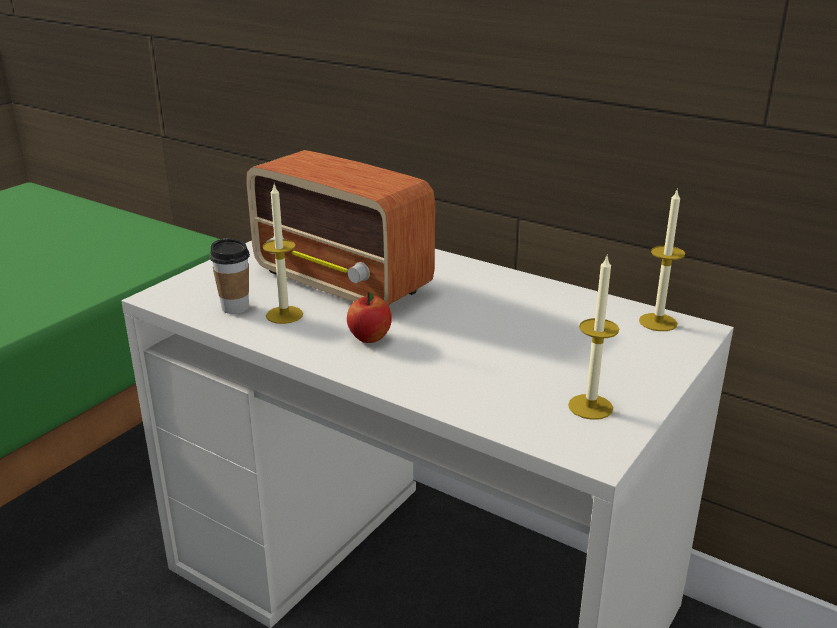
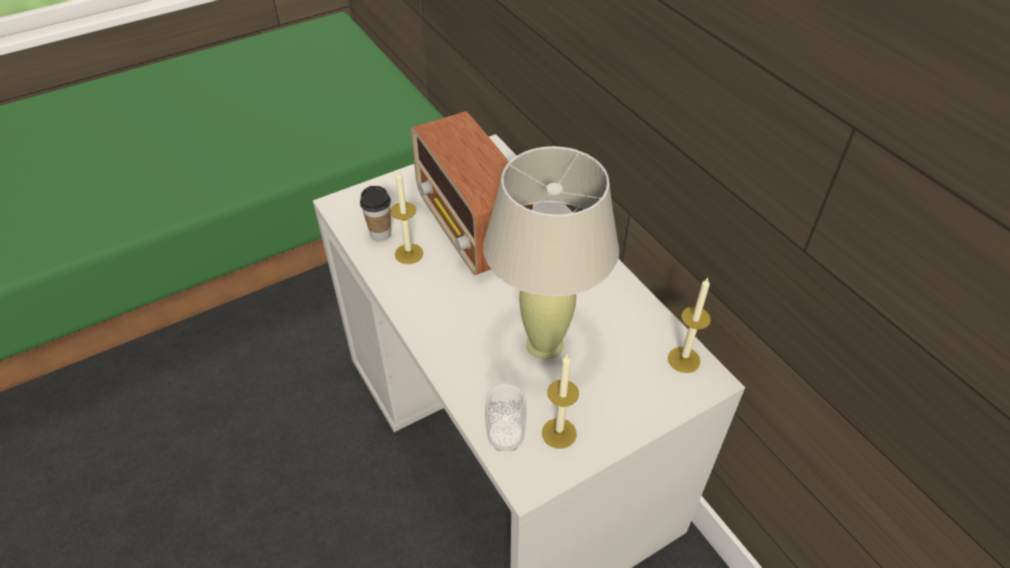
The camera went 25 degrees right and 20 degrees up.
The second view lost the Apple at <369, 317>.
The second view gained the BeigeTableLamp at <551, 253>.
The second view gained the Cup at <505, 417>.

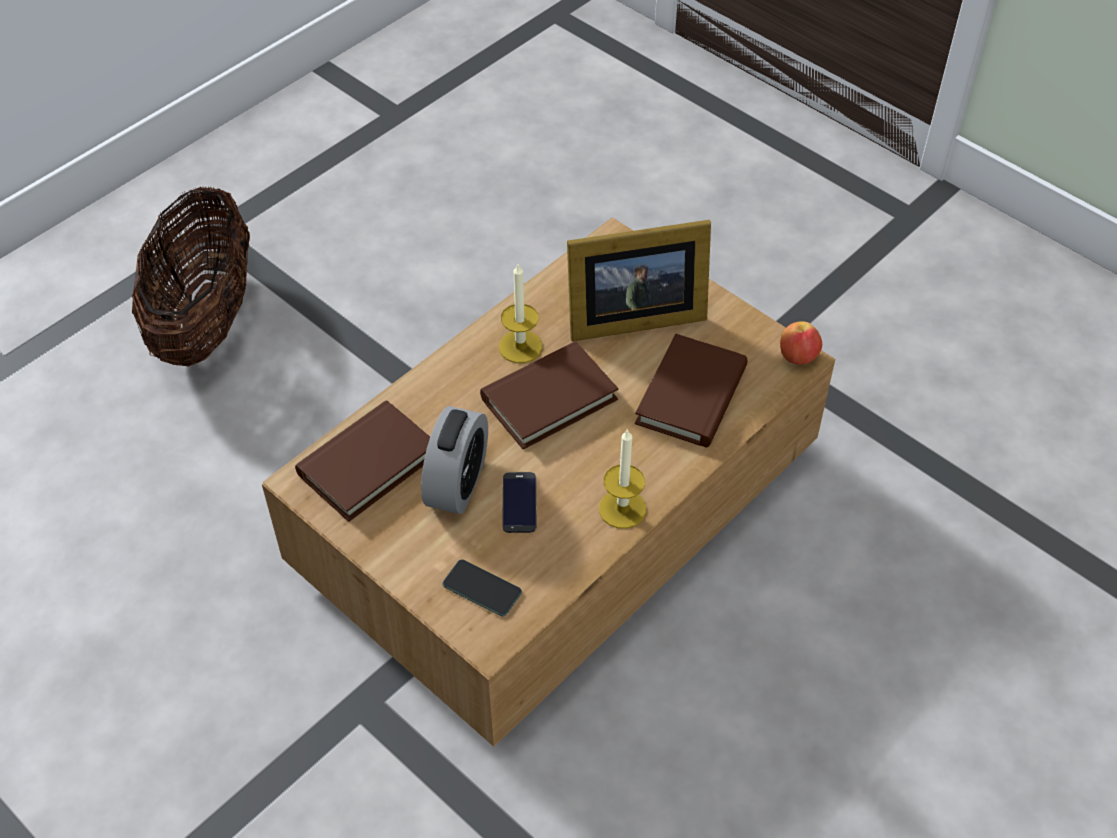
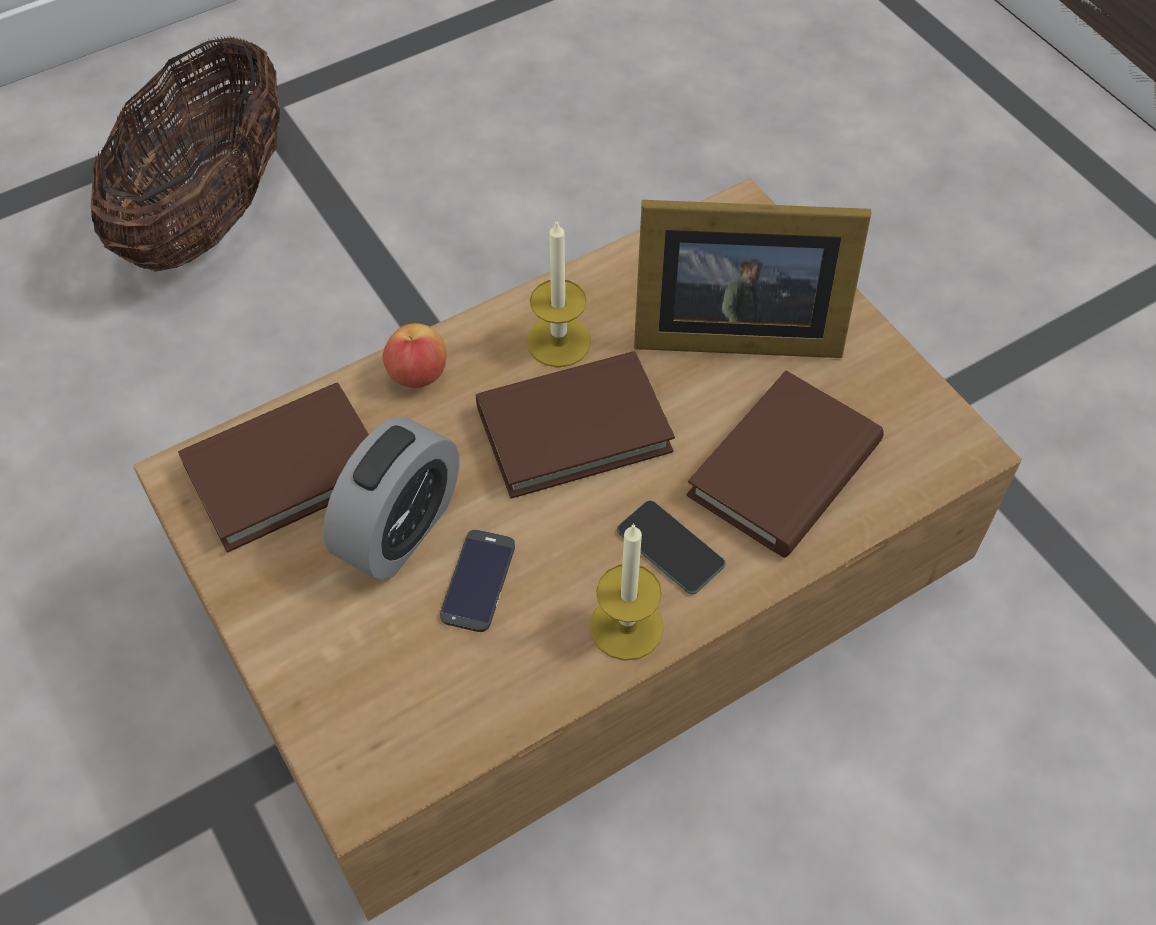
The camera went 15 degrees right and 5 degrees up.
The Phone ended up elsewhere, having gone from <482, 588> to <671, 547>.
The Apple ended up elsewhere, having gone from <801, 343> to <414, 355>.

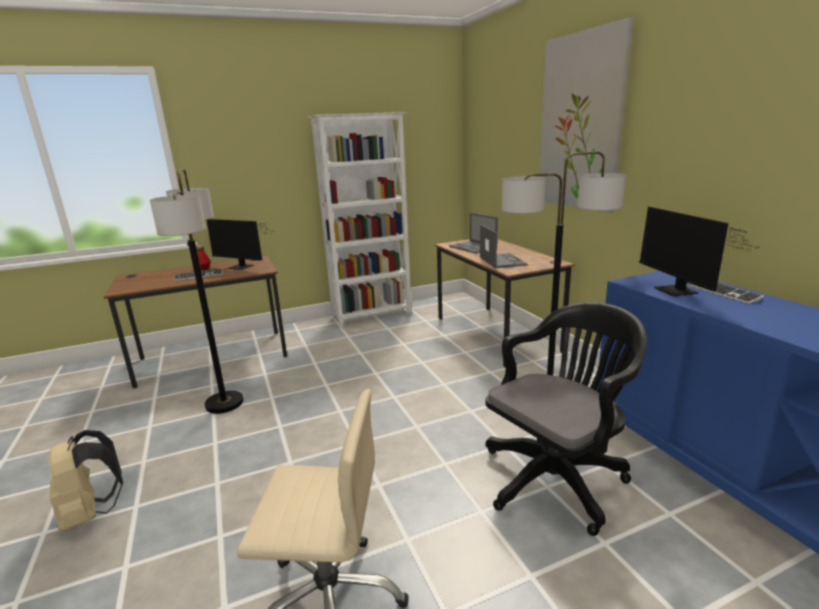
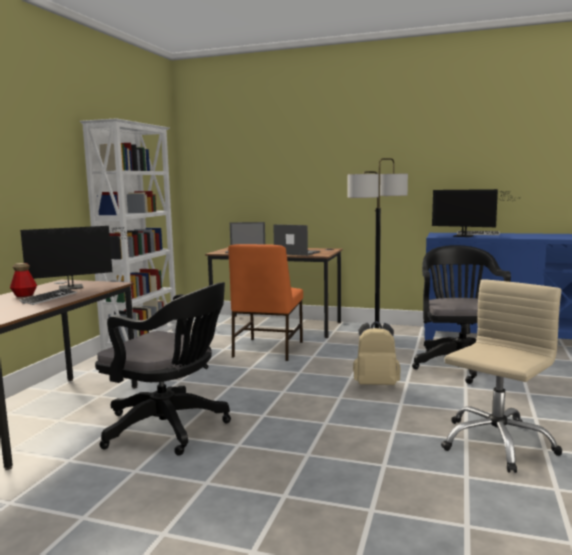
The camera went 50 degrees left and 10 degrees down.
The BeigeBackpack ended up elsewhere, having gone from <86, 480> to <377, 353>.
Where the FloorLamp stood at <197, 291>, the BlackOfficeChair came to stand at <163, 369>.
The second view lost the Picture at <586, 115>.
The second view gained the OrangeChair at <265, 302>.

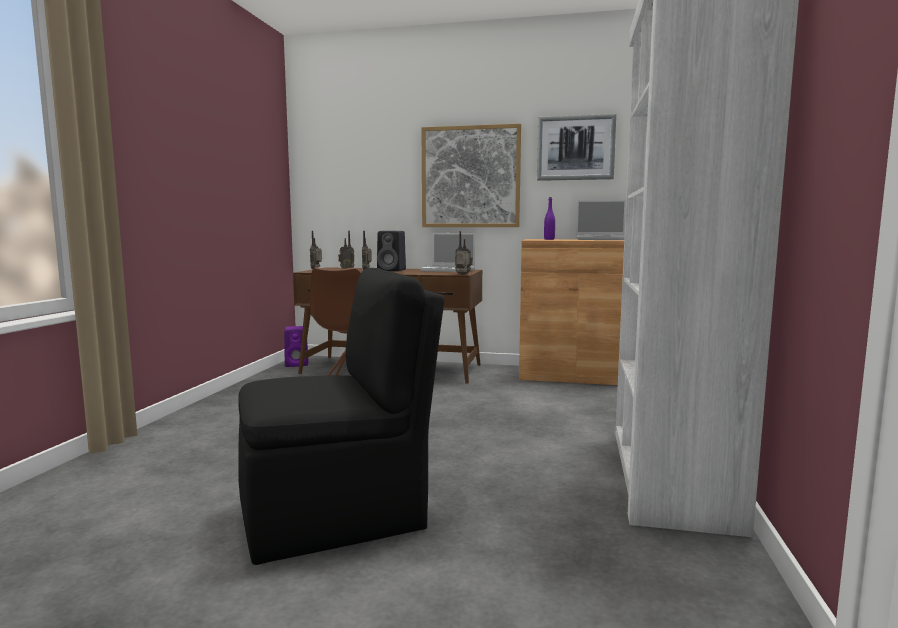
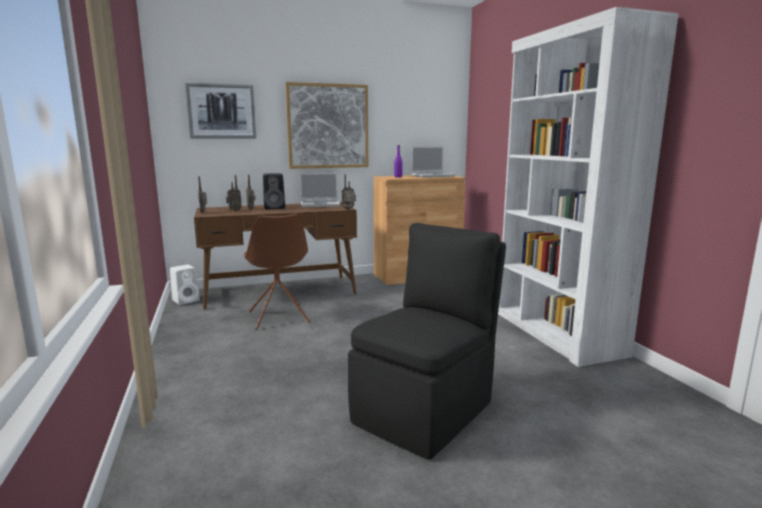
The camera went 30 degrees left and 5 degrees up.
What was the PurpleSpeaker at <296, 346> turned into the WhiteSpeaker at <185, 284>.
The Picture ended up elsewhere, having gone from <576, 147> to <220, 111>.

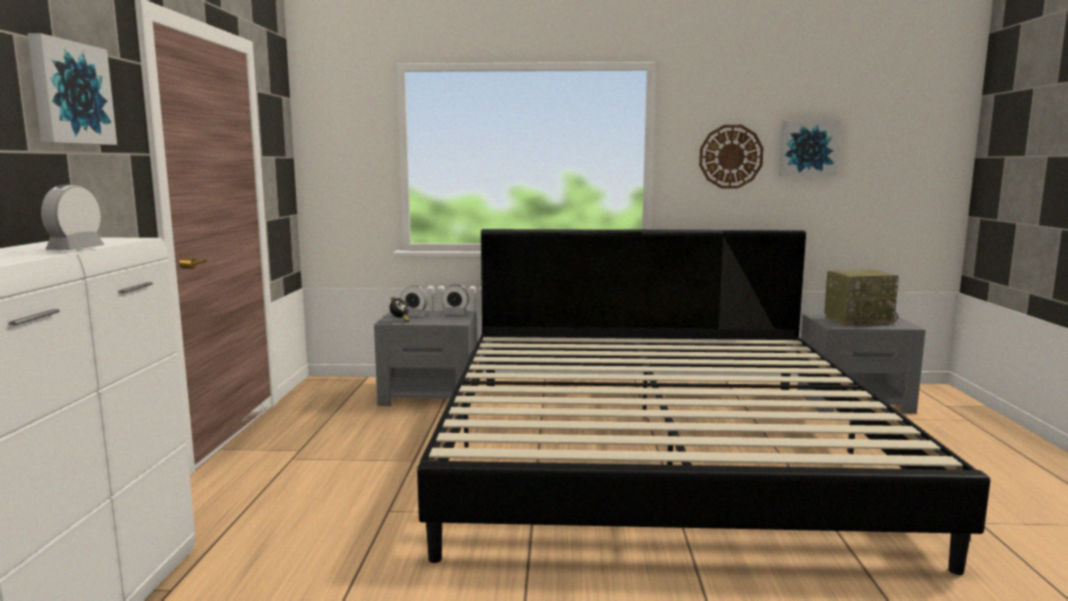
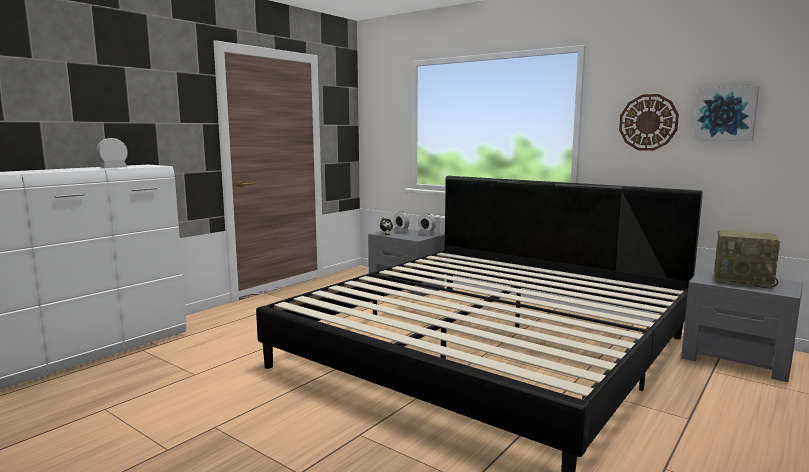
The camera went 35 degrees right and 0 degrees up.
The second view lost the Picture at <72, 89>.

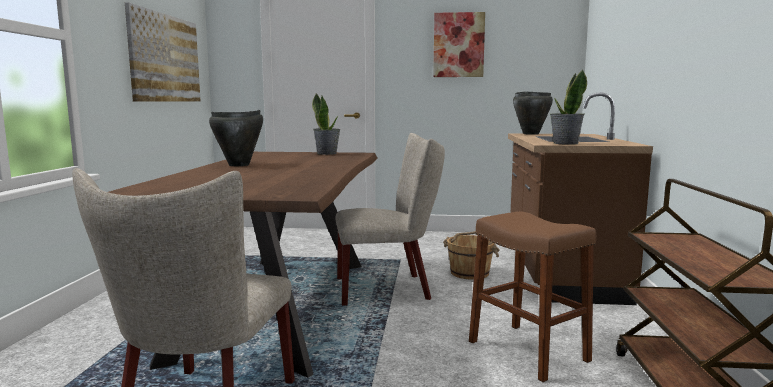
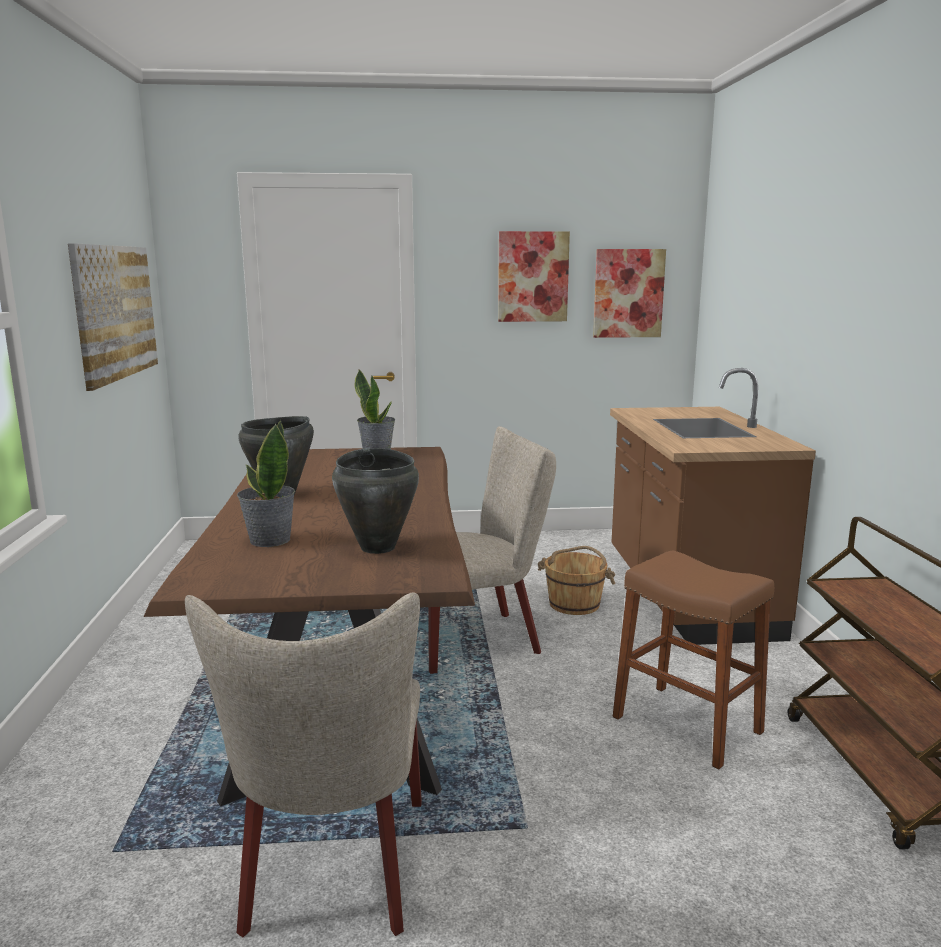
The camera went 10 degrees left and 5 degrees up.
The BlackCookingPot ended up elsewhere, having gone from <533, 113> to <375, 501>.
The PottedPlant ended up elsewhere, having gone from <568, 107> to <266, 483>.
The second view gained the Picture at <629, 293>.

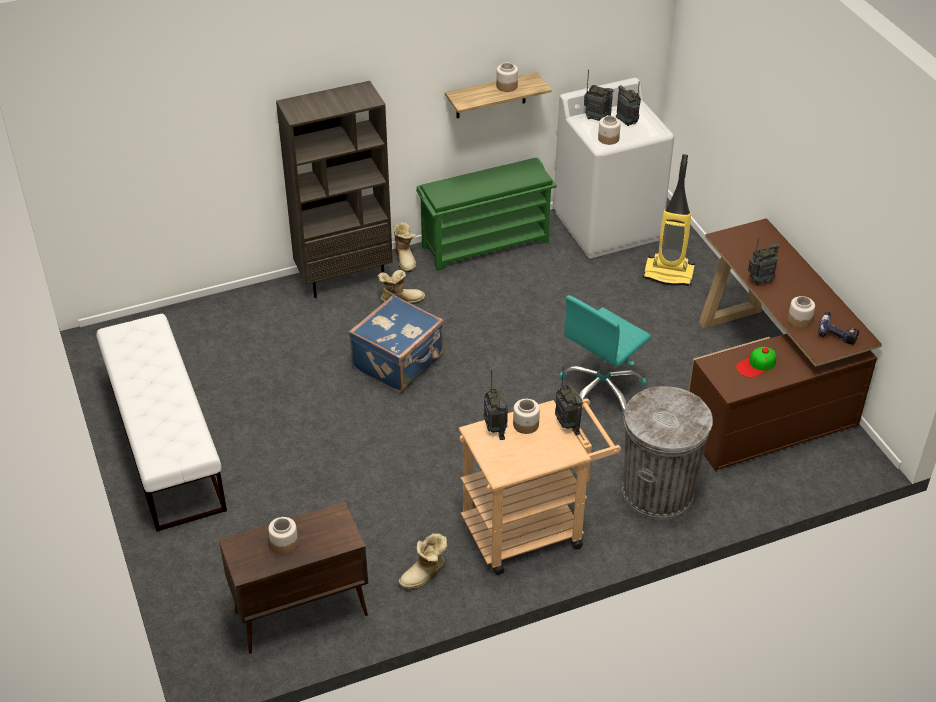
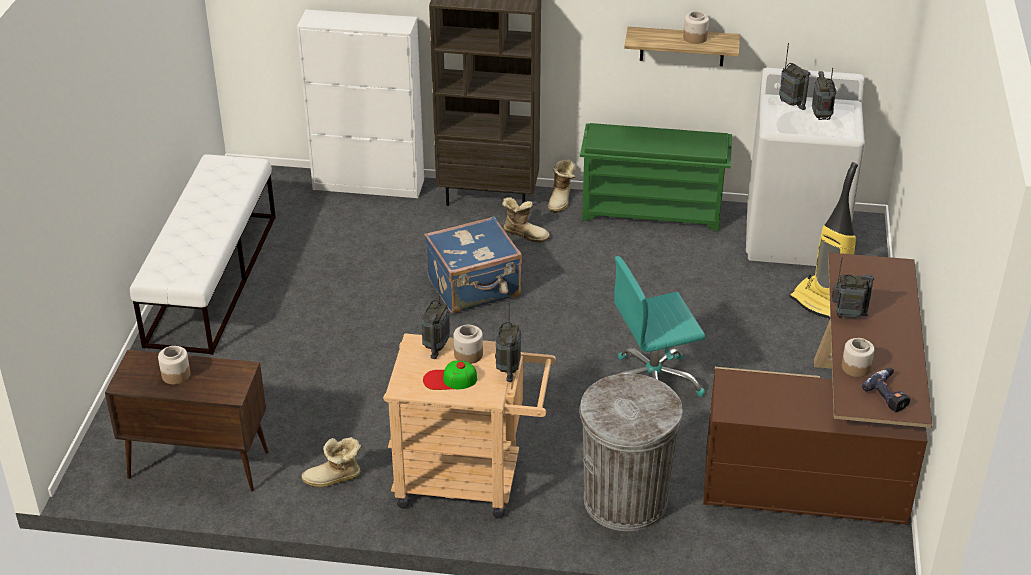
The camera went 30 degrees right and 5 degrees down.
The second view lost the Jar at <609, 130>.
The Cap ended up elsewhere, having gone from <756, 362> to <450, 375>.
The second view gained the WhiteCabinet at <360, 104>.

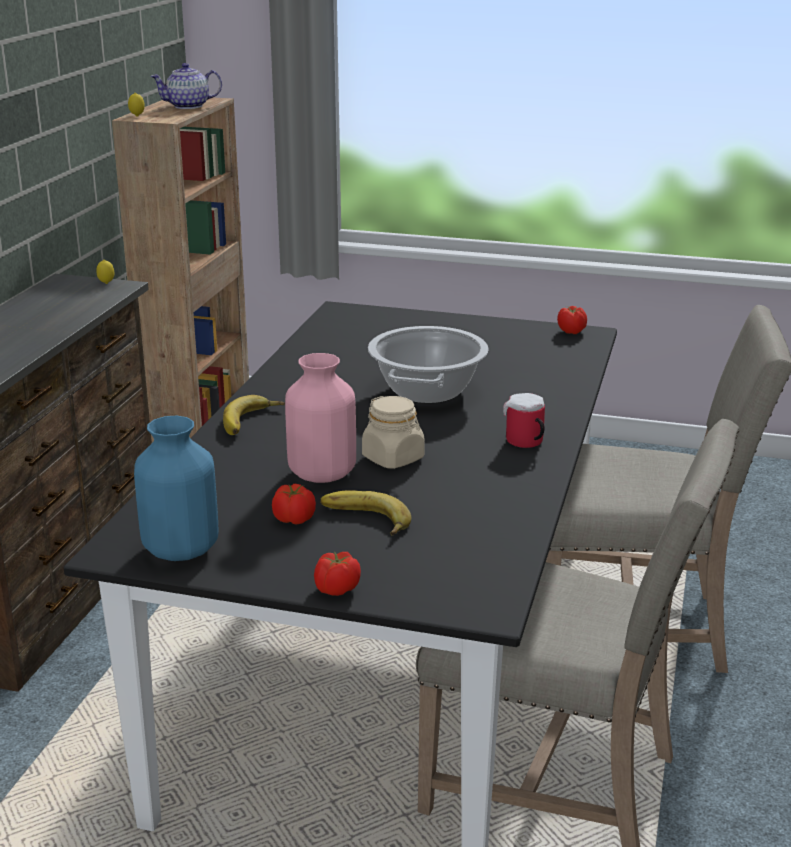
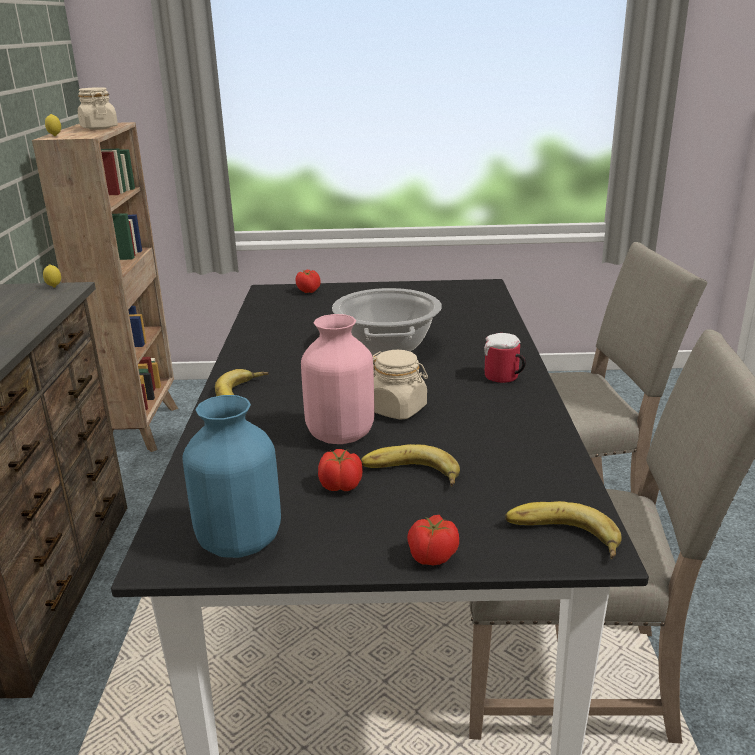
The camera went 15 degrees left and 0 degrees up.
Where the Teapot stood at <186, 86>, the BeigeJar came to stand at <98, 108>.
The Tomato ended up elsewhere, having gone from <572, 320> to <308, 281>.
The second view gained the Banana at <563, 530>.

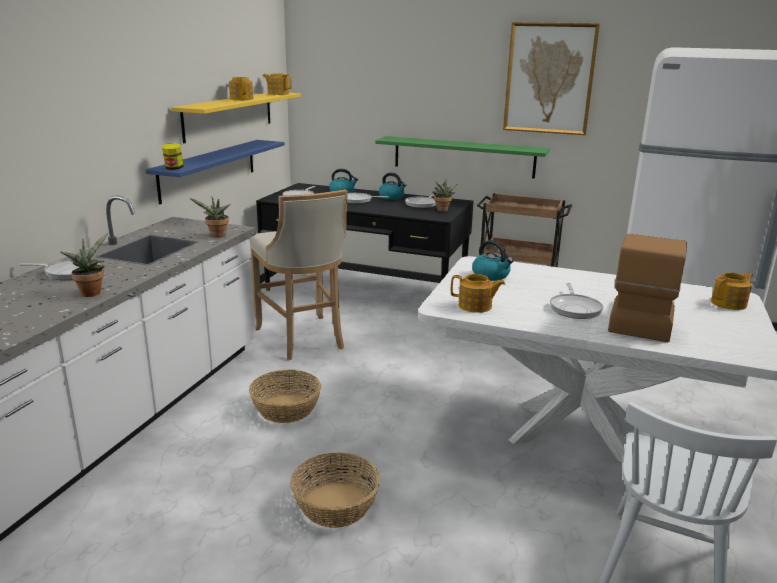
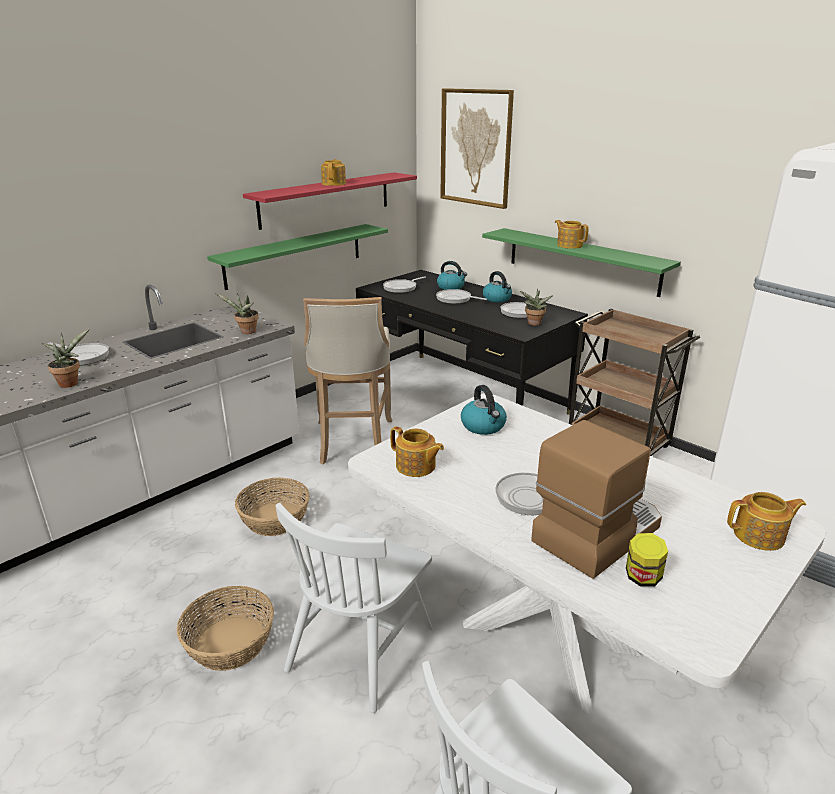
The camera went 25 degrees right and 5 degrees up.
What was the BlueShelf at <215, 172> turned into the GreenShelf at <297, 257>.
The Jar ended up elsewhere, having gone from <173, 156> to <647, 560>.
What was the YellowShelf at <236, 118> turned into the RedShelf at <330, 201>.
The Teapot ended up elsewhere, having gone from <277, 84> to <572, 234>.
The Picture ended up elsewhere, having gone from <551, 78> to <477, 148>.
The second view gained the WhiteChair at <354, 608>.

